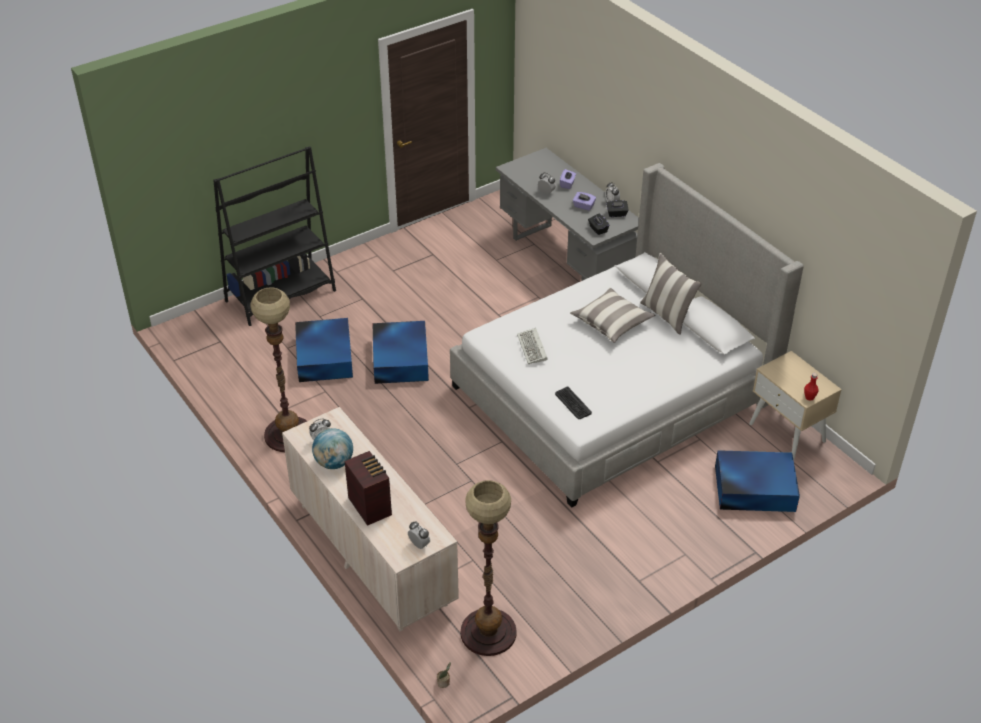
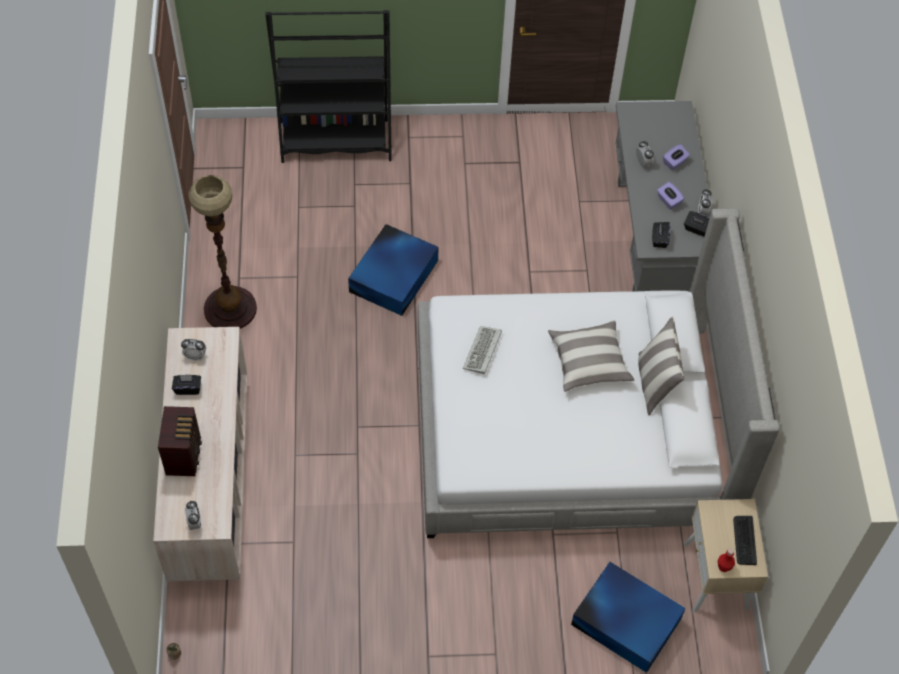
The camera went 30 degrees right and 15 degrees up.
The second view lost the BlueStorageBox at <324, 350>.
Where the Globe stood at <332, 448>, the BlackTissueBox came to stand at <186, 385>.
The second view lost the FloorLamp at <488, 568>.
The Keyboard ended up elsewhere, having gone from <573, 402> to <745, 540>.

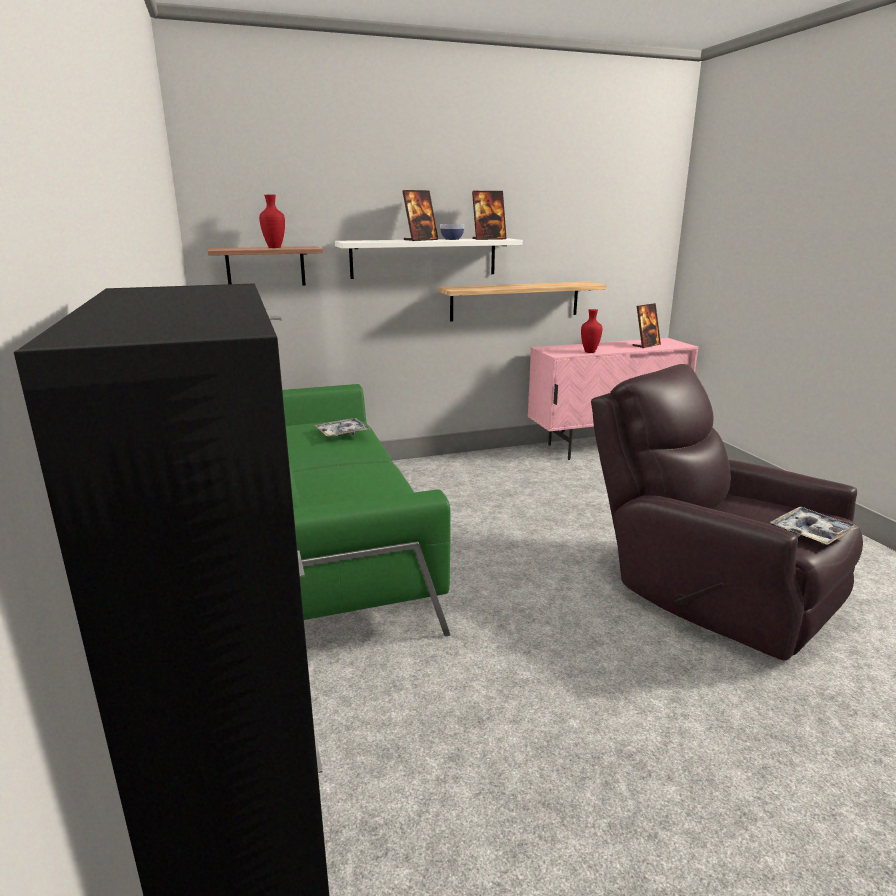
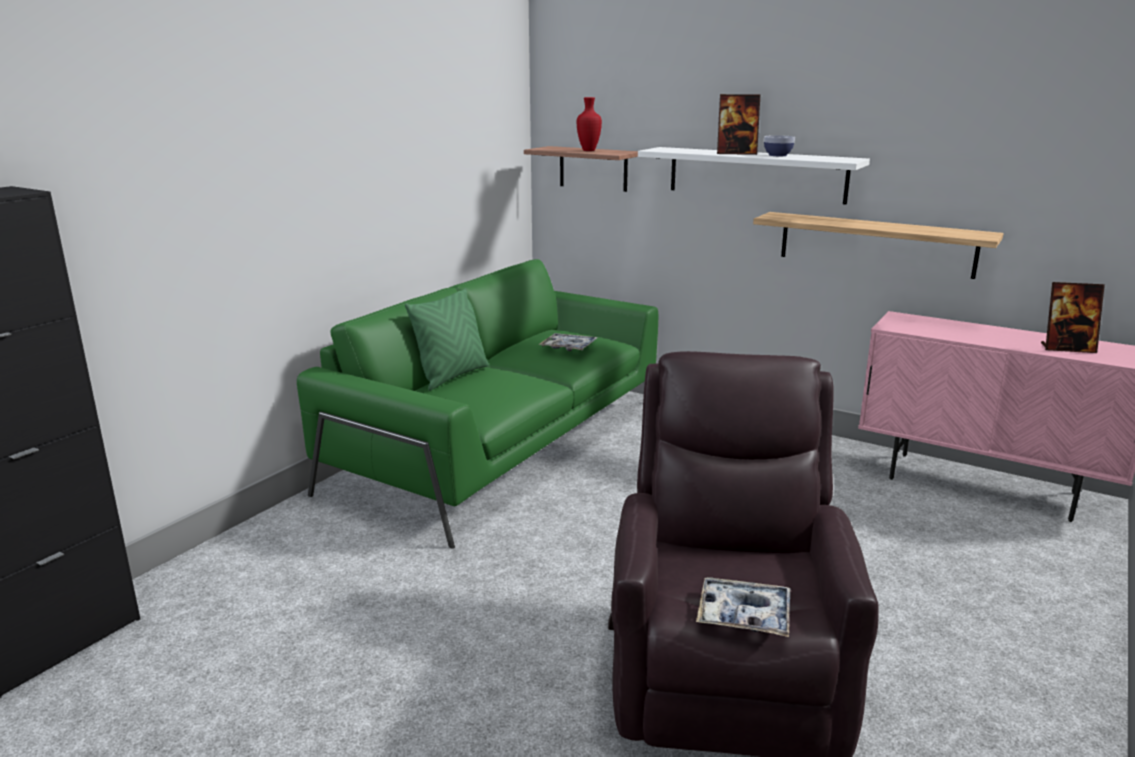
The camera went 50 degrees right and 0 degrees up.
The second view lost the PictureFrame at <489, 215>.
The second view lost the RedVase at <591, 331>.
The second view gained the GreenPillow at <447, 339>.

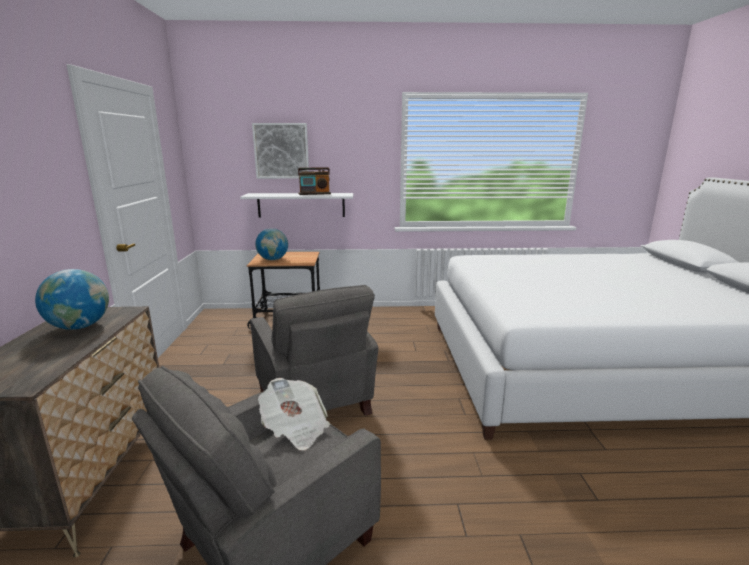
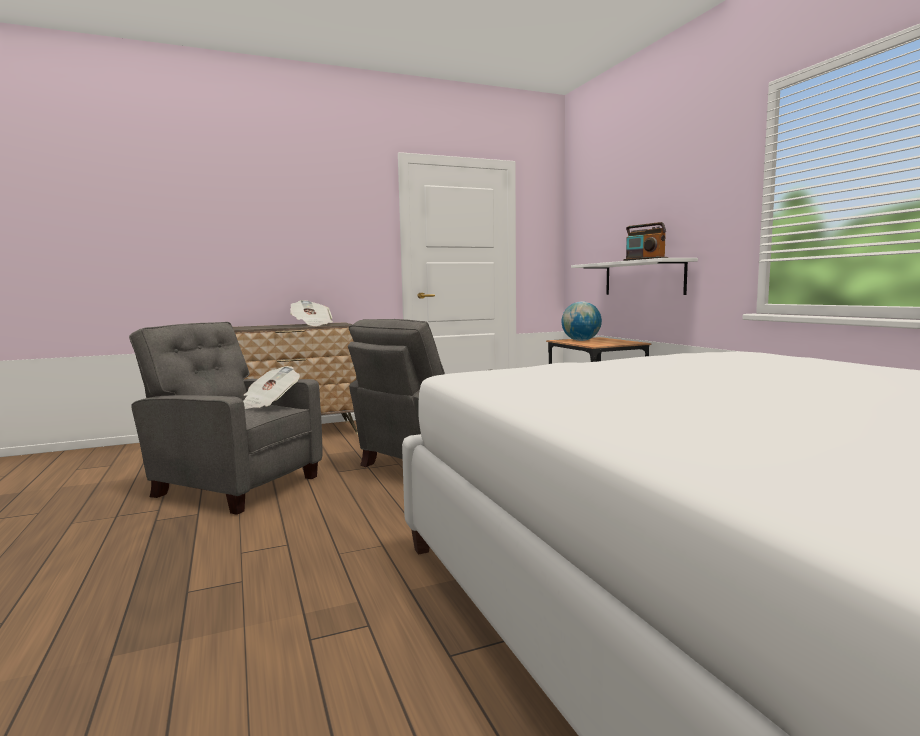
The camera went 70 degrees right and 10 degrees down.
Where the Globe stood at <72, 299>, the Newspaper came to stand at <311, 313>.
The second view lost the Picture at <280, 151>.

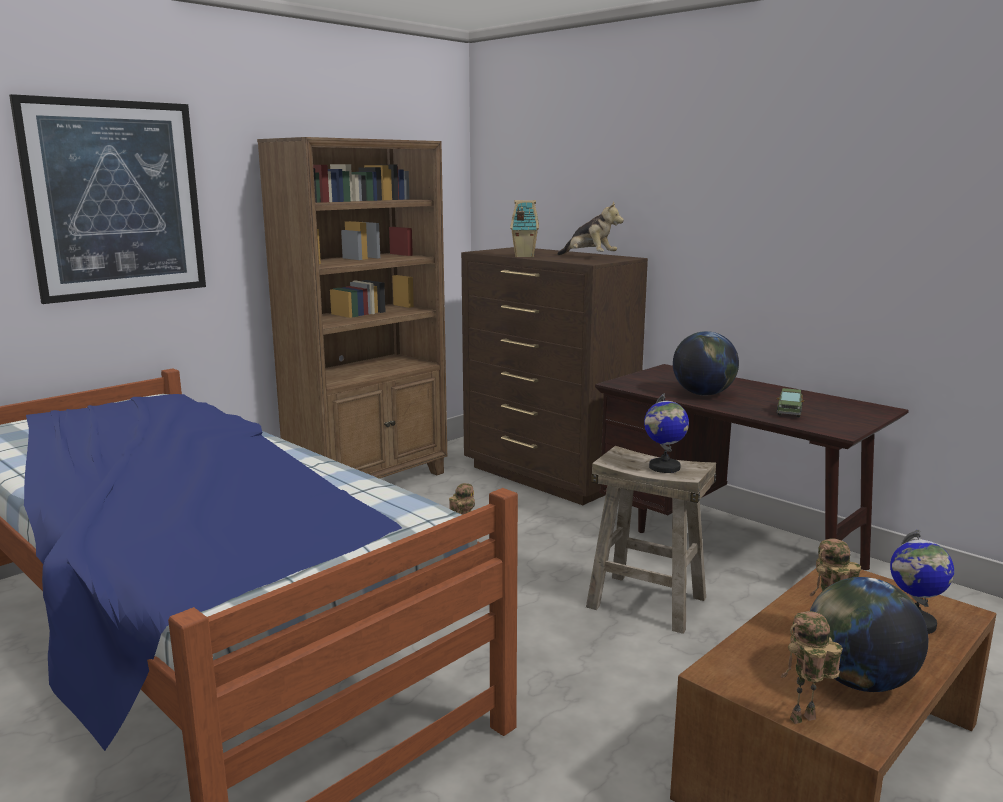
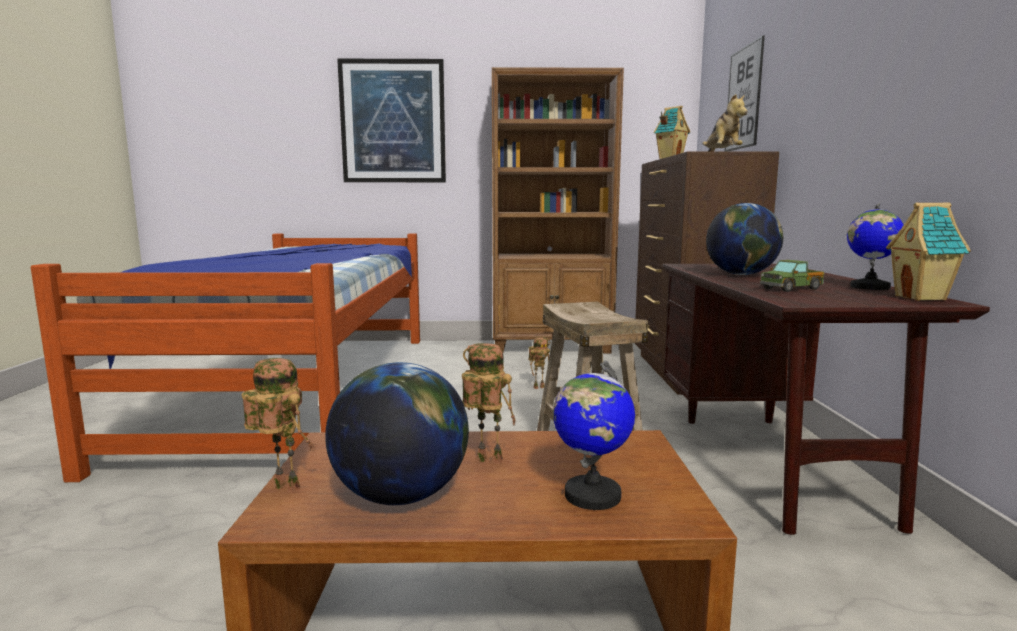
The camera went 45 degrees right and 5 degrees down.
The Globe ended up elsewhere, having gone from <666, 433> to <875, 246>.
The second view gained the Picture at <744, 93>.
The second view gained the ToyHouse at <928, 251>.

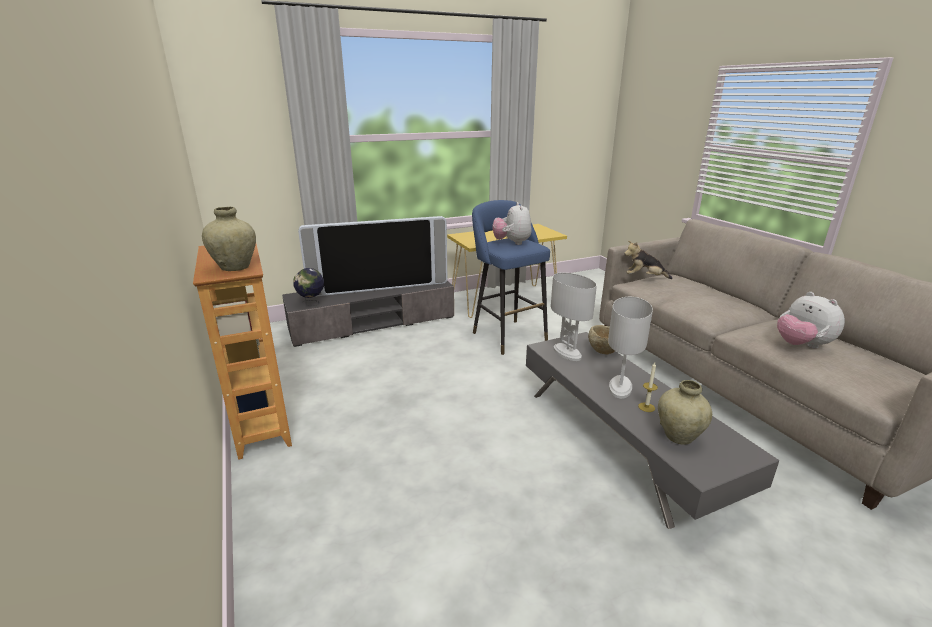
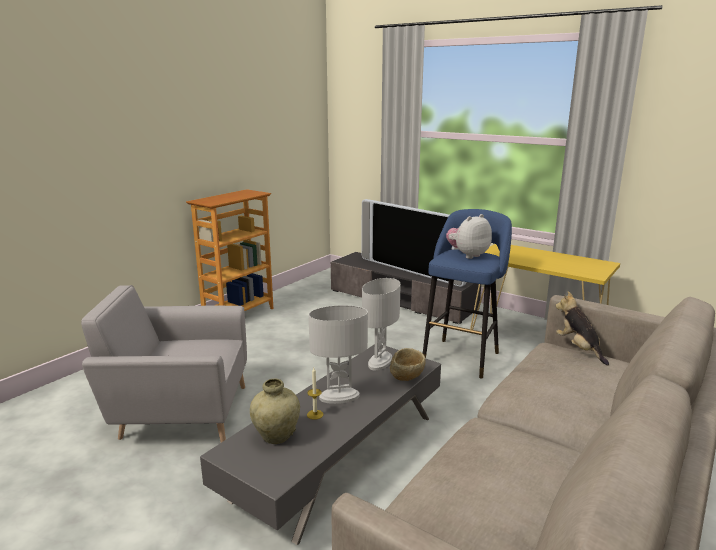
The camera went 60 degrees right and 5 degrees down.
The second view lost the BeigeVase at <229, 239>.
The second view lost the Globe at <309, 287>.
The second view lost the PlushToy at <811, 320>.
The second view gained the GreyArmchair at <164, 364>.

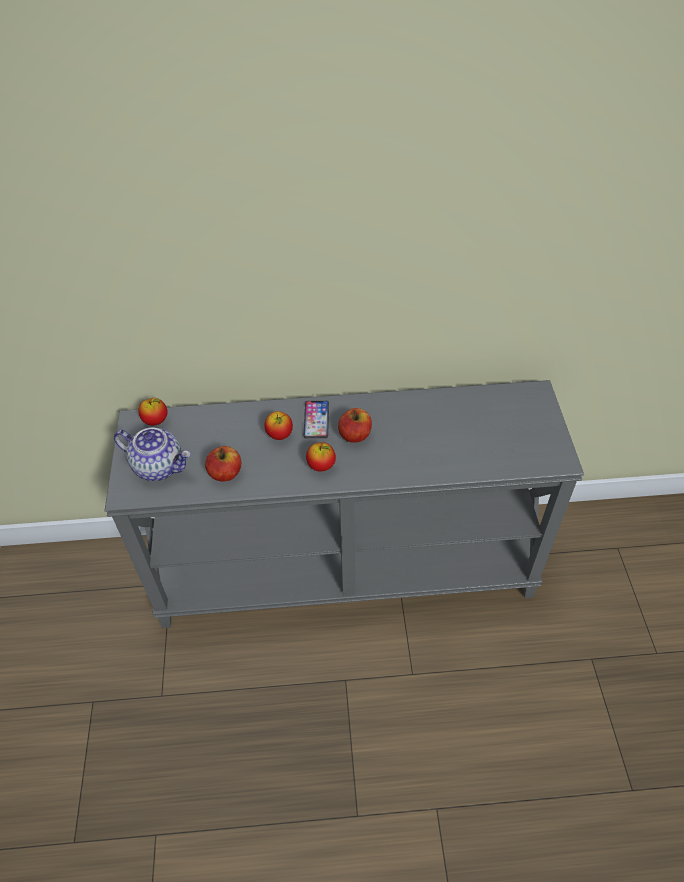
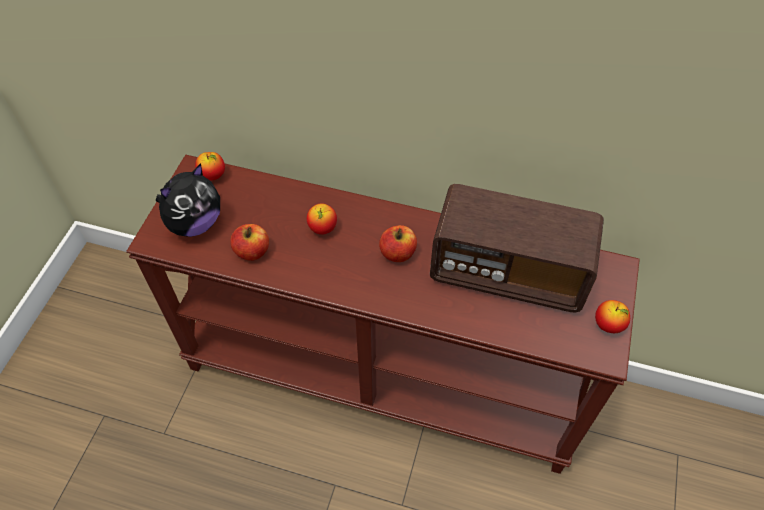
The camera went 20 degrees right and 5 degrees up.
What was the GreyConsoleTable at <344, 504> turned into the BrownConsoleTable at <383, 314>.
Where the Teapot stood at <152, 454>, the PlushToy came to stand at <188, 200>.
The second view lost the Phone at <316, 419>.
The Apple ended up elsewhere, having gone from <321, 456> to <612, 316>.
The second view gained the Radio at <517, 248>.

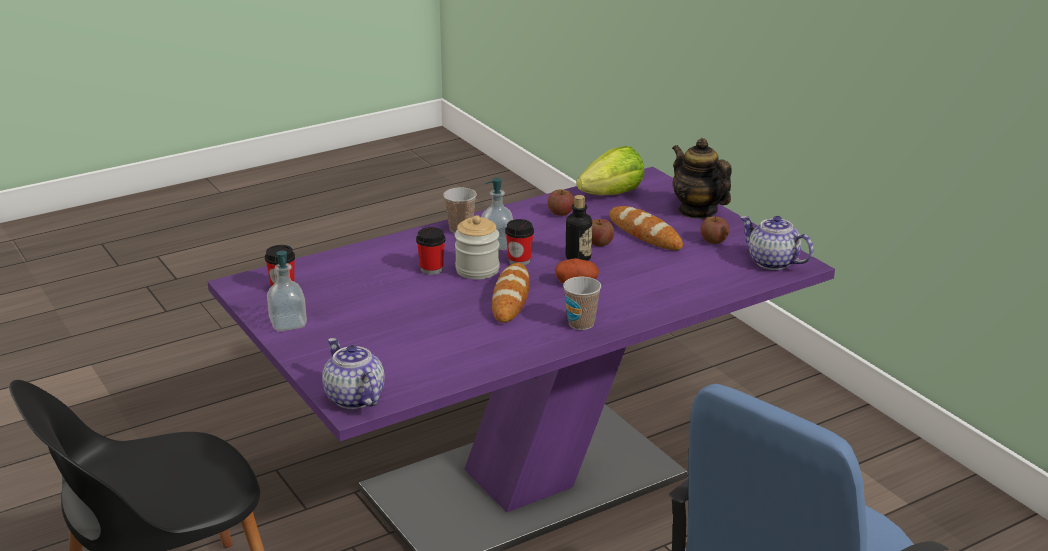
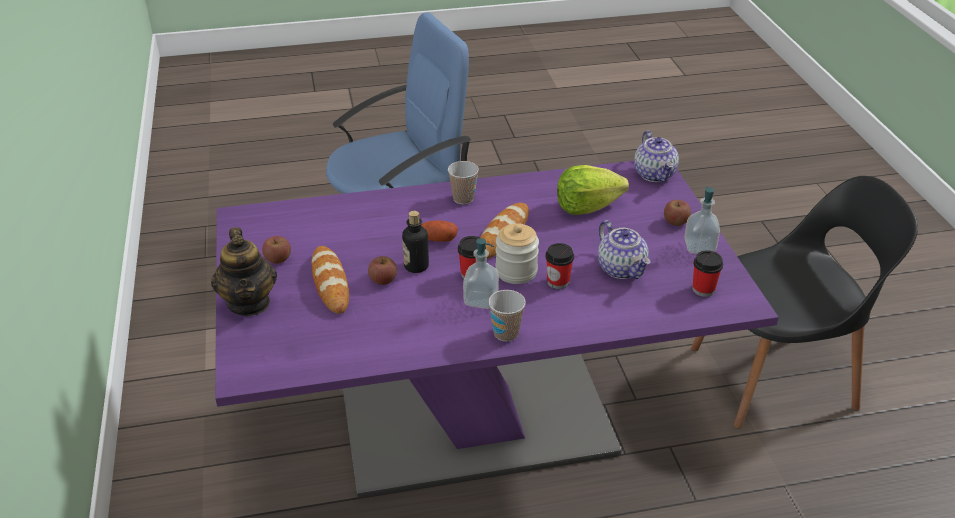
The camera went 160 degrees left and 10 degrees up.
The Apple ended up elsewhere, having gone from <561, 203> to <677, 213>.
The Lettuce ended up elsewhere, having gone from <610, 170> to <593, 190>.
The Teapot ended up elsewhere, having gone from <777, 243> to <624, 249>.

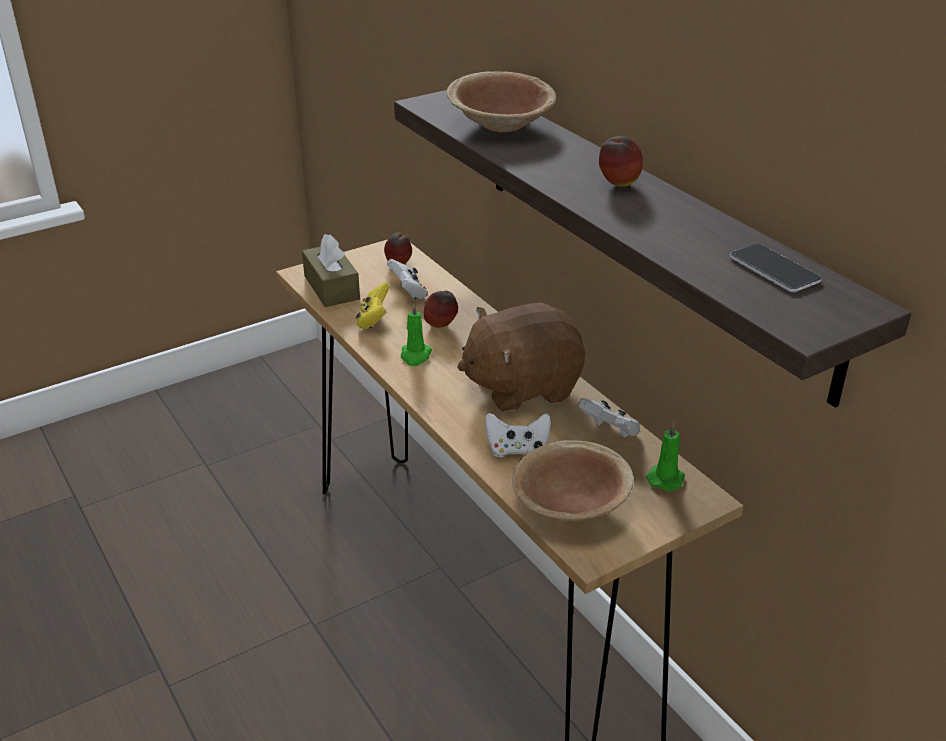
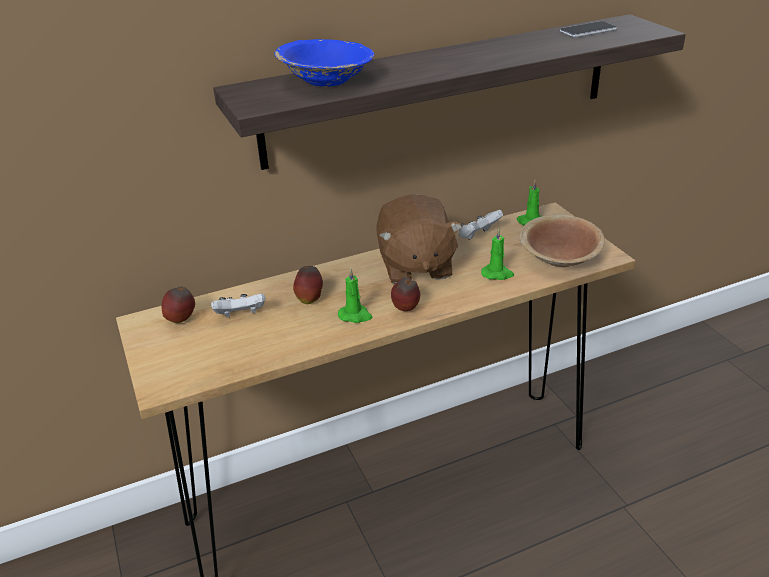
The camera went 80 degrees left and 0 degrees up.
The second view lost the BrownTissueBox at <331, 270>.
The second view lost the YellowGameController at <373, 305>.
What was the BrownBowl at <501, 101> turned into the BlueBowl at <324, 63>.
Where the WhiteGameController stood at <518, 435>, the GreenCandle came to stand at <497, 254>.
The Apple ended up elsewhere, having gone from <621, 161> to <405, 294>.

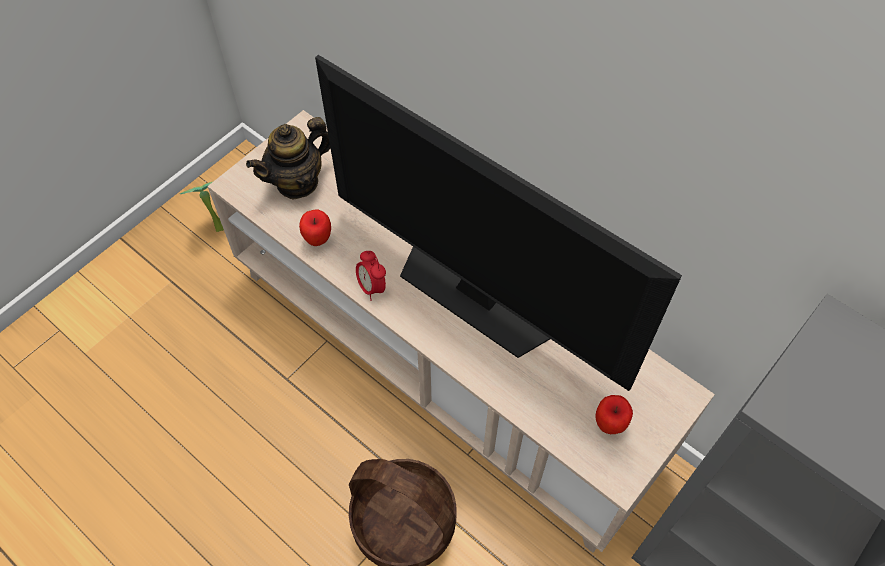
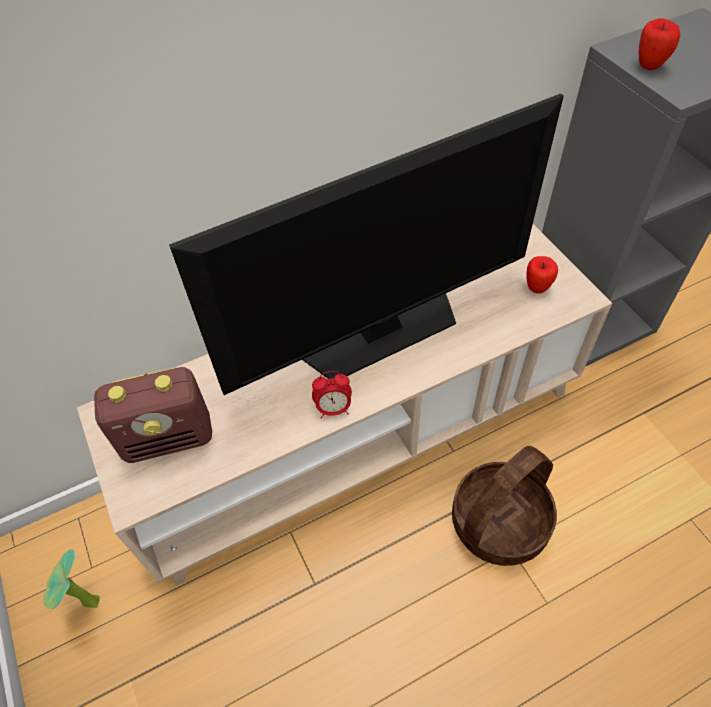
The camera went 65 degrees left and 5 degrees down.
Where the Teapot stood at <288, 158>, the Radio came to stand at <153, 415>.
The Apple ended up elsewhere, having gone from <315, 228> to <659, 44>.

